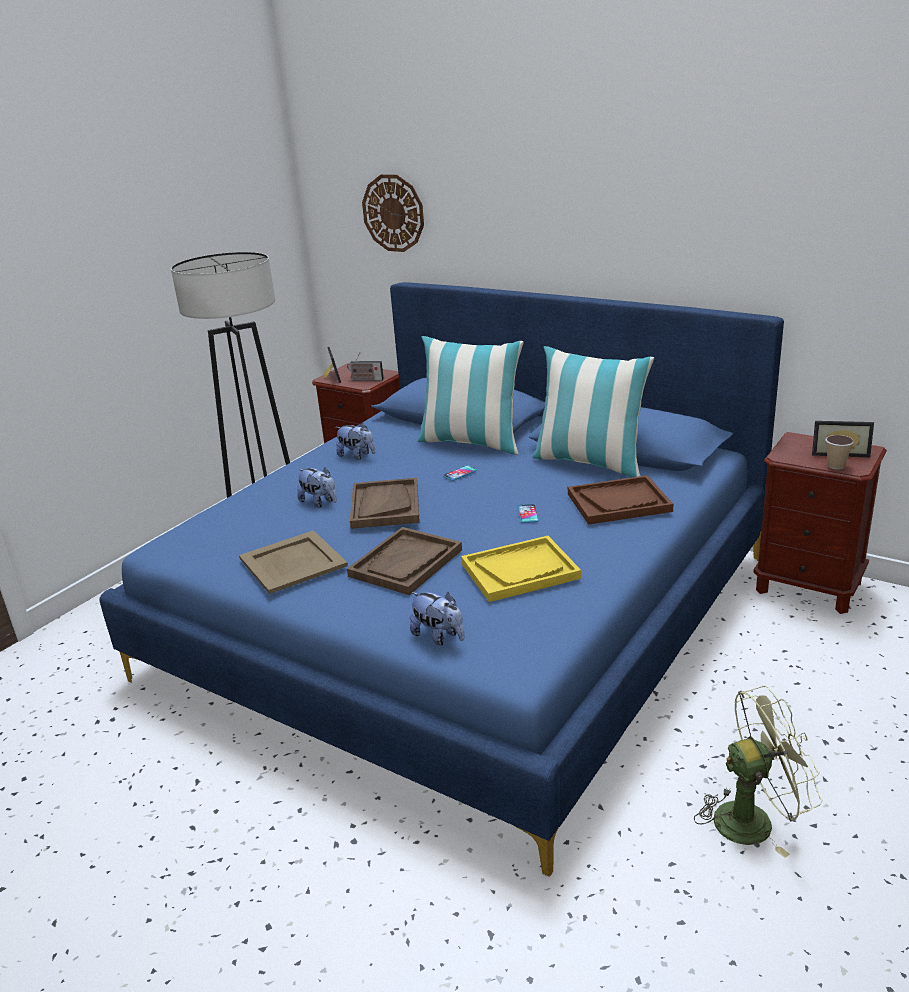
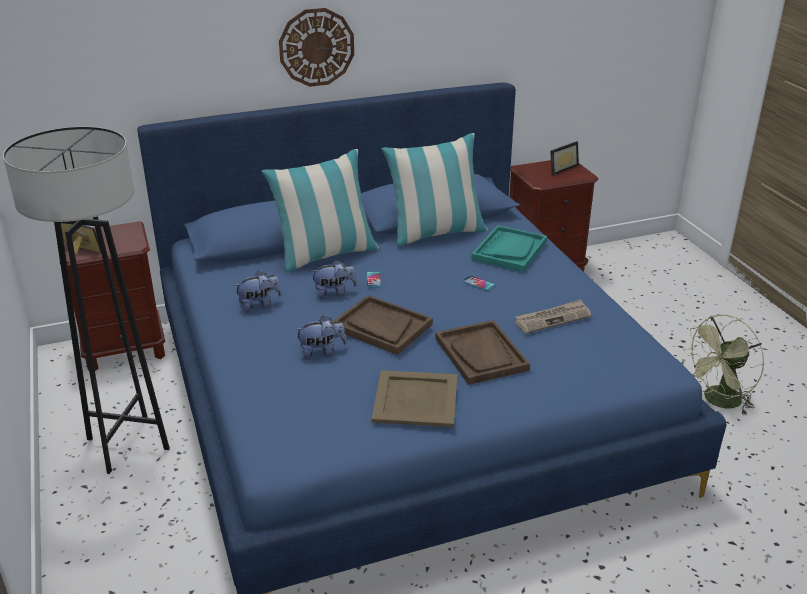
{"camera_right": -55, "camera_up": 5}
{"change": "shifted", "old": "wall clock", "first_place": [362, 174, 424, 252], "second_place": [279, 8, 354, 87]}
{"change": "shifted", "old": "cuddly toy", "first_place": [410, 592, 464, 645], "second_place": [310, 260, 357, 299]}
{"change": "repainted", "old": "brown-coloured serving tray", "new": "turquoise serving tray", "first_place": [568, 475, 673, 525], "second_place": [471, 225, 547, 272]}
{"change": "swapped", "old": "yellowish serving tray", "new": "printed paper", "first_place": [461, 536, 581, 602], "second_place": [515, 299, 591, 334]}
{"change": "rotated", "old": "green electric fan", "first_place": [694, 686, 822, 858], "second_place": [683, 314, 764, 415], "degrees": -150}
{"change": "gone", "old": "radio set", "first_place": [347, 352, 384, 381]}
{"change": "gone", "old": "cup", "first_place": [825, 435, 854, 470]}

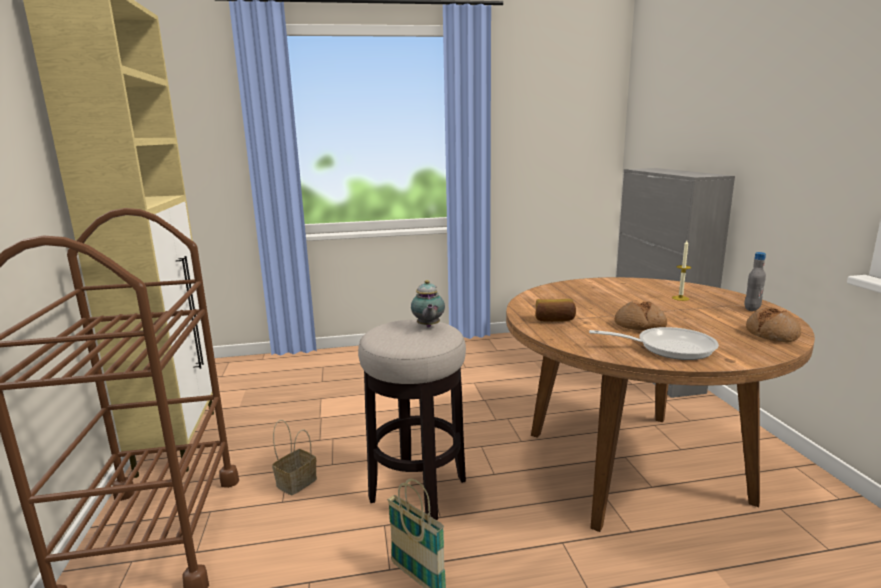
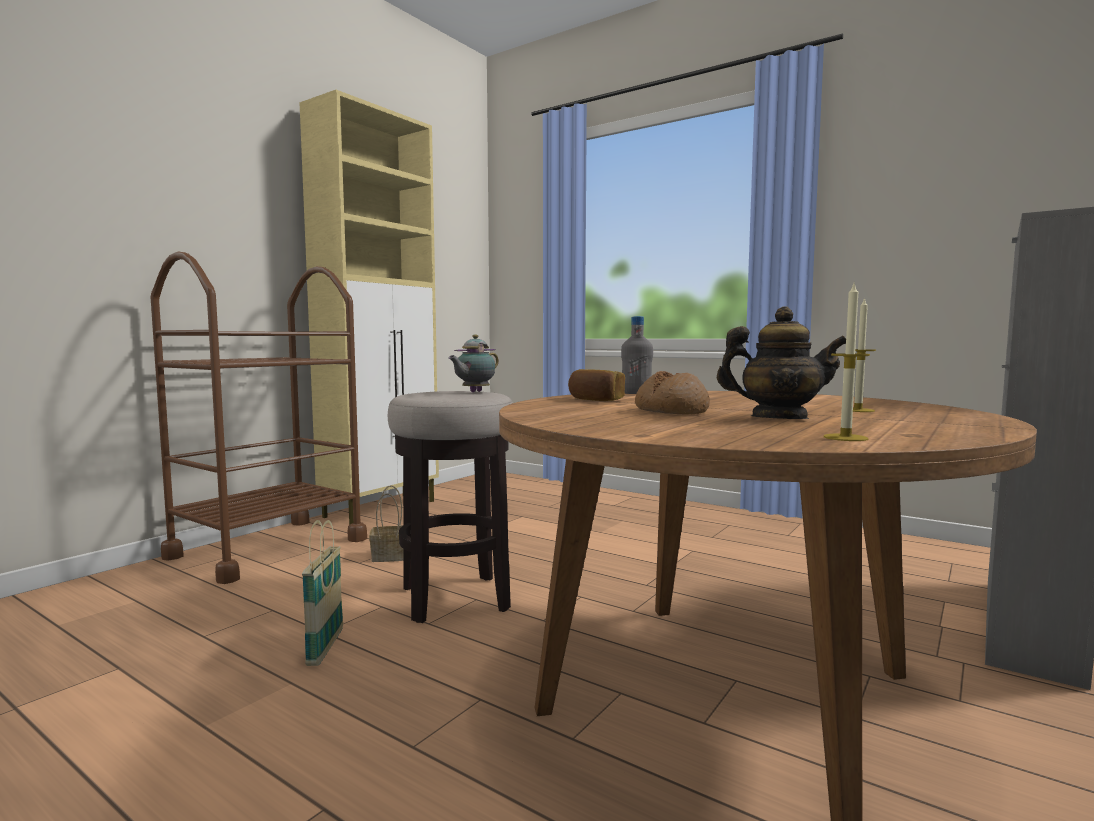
{"camera_right": 45, "camera_up": -10}
{"change": "shifted", "old": "greyish beverage bottle", "first_place": [744, 252, 766, 311], "second_place": [621, 316, 653, 394]}
{"change": "new", "new": "tea pot", "second_place": [717, 307, 846, 419]}
{"change": "swapped", "old": "bakery bread", "new": "wax candle", "first_place": [746, 307, 801, 342], "second_place": [824, 281, 870, 441]}
{"change": "gone", "old": "frying pan", "first_place": [589, 327, 719, 360]}

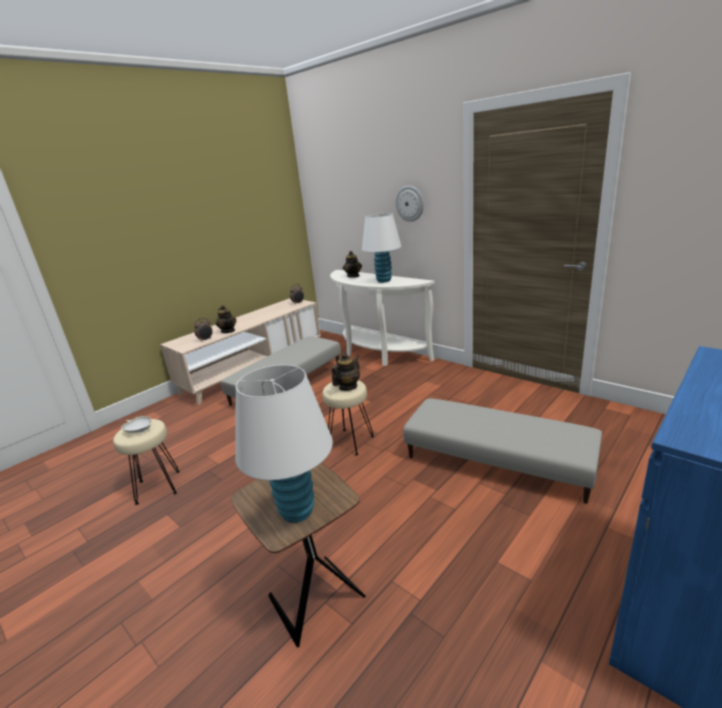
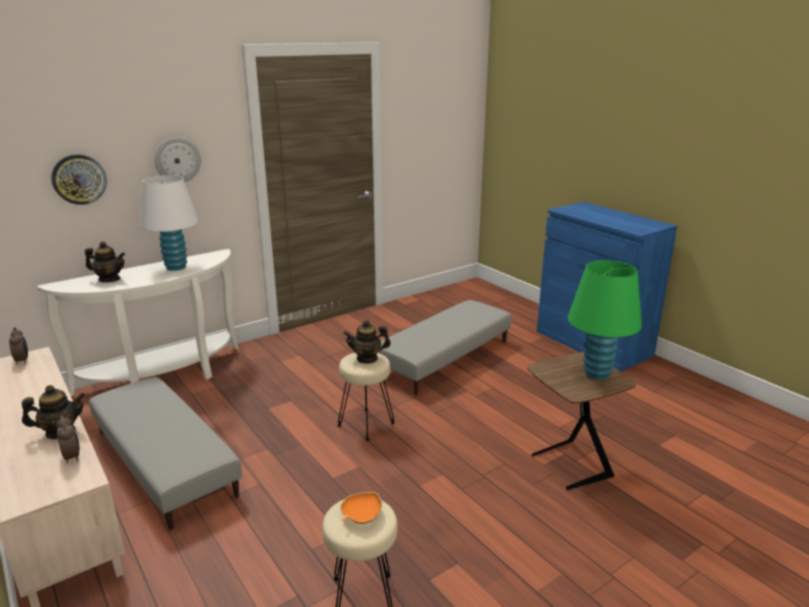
{"camera_right": -80, "camera_up": 0}
{"change": "new", "new": "wall clock", "second_place": [51, 154, 107, 205]}
{"change": "repainted", "old": "white bowl", "new": "orange-coloured bowl", "first_place": [121, 416, 151, 433], "second_place": [340, 492, 382, 524]}
{"change": "rotated", "old": "tea pot", "first_place": [332, 353, 360, 391], "second_place": [343, 320, 391, 364], "degrees": -60}
{"change": "repainted", "old": "white table lamp", "new": "green table lamp", "first_place": [235, 365, 333, 523], "second_place": [568, 260, 642, 380]}

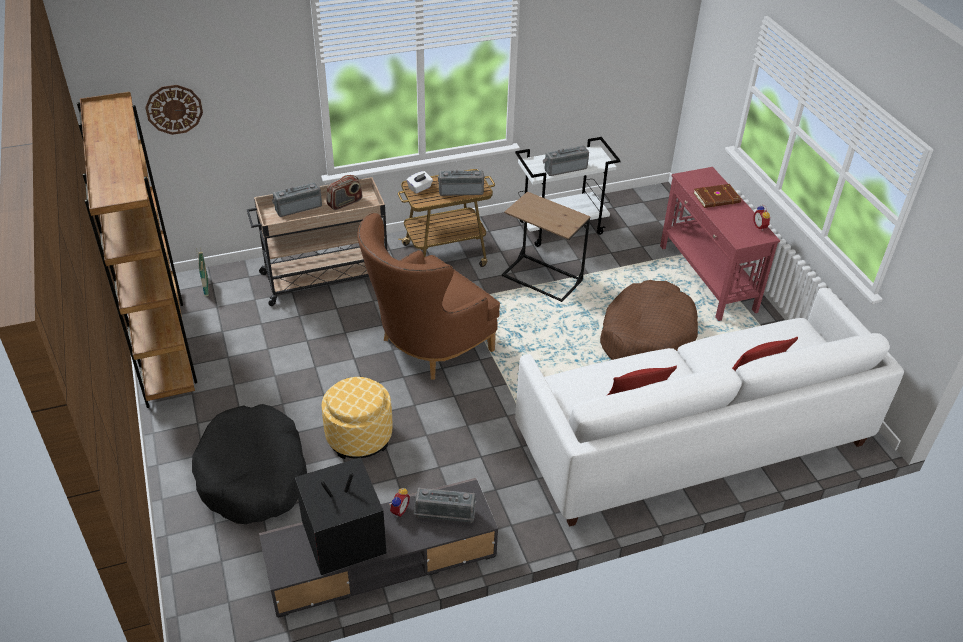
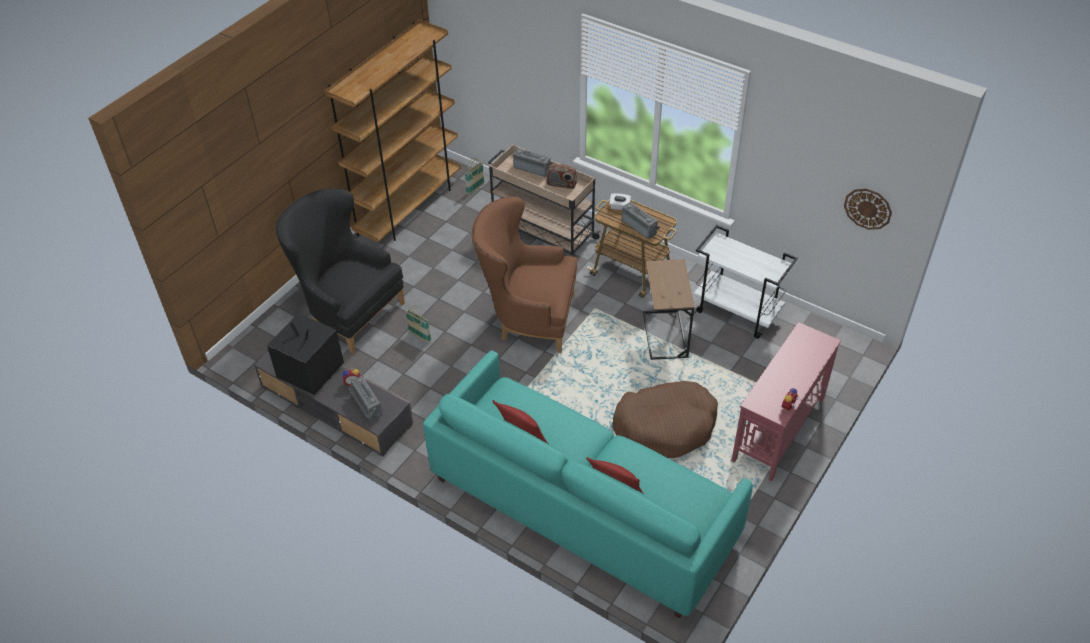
{"camera_right": 55, "camera_up": 5}
{"change": "swapped", "old": "blackish dog bed", "new": "blackish armchair", "first_place": [192, 404, 307, 524], "second_place": [276, 188, 405, 354]}
{"change": "swapped", "old": "ottoman", "new": "basket", "first_place": [322, 377, 392, 459], "second_place": [406, 305, 432, 343]}
{"change": "repainted", "old": "white settee", "new": "turquoise settee", "first_place": [515, 288, 904, 527], "second_place": [423, 351, 753, 618]}
{"change": "shifted", "old": "wall clock", "first_place": [145, 85, 203, 135], "second_place": [844, 188, 892, 230]}
{"change": "gone", "old": "radio set", "first_place": [543, 145, 589, 176]}
{"change": "gone", "old": "brown-coloured book", "first_place": [694, 184, 741, 208]}

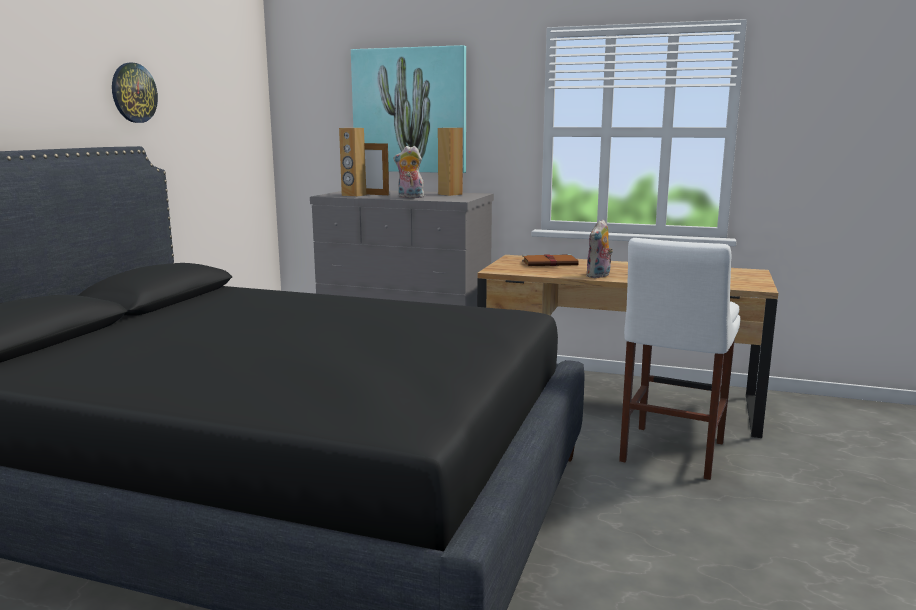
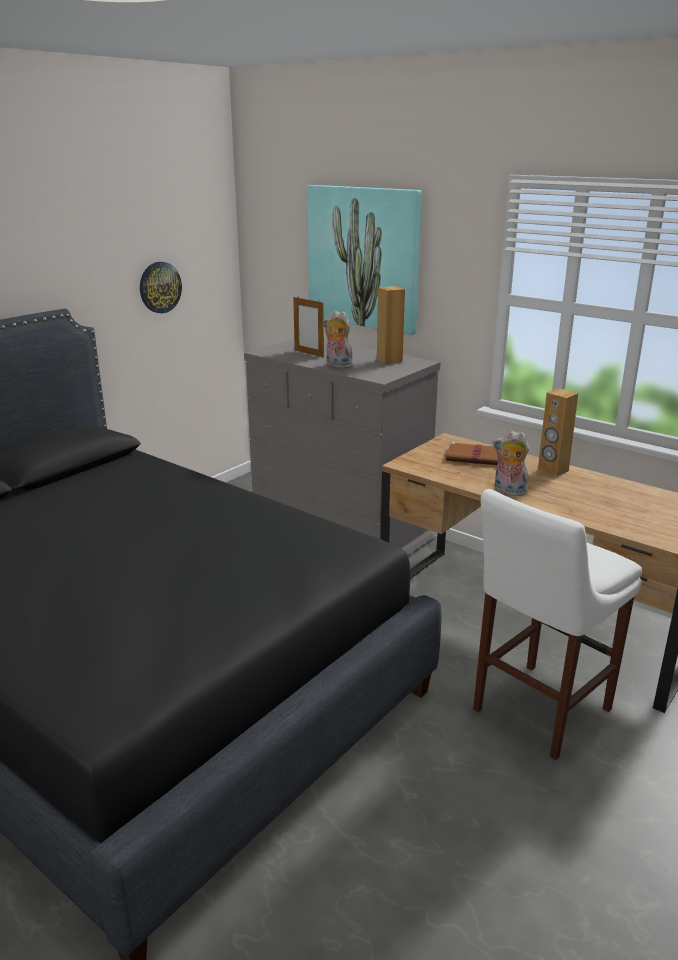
{"camera_right": 20, "camera_up": 10}
{"change": "shifted", "old": "wall clock", "first_place": [112, 63, 158, 123], "second_place": [140, 262, 182, 313]}
{"change": "rotated", "old": "cuddly toy", "first_place": [586, 220, 613, 278], "second_place": [493, 431, 529, 496], "degrees": 60}
{"change": "shifted", "old": "brown-coloured speaker", "first_place": [339, 128, 366, 197], "second_place": [538, 388, 578, 476]}

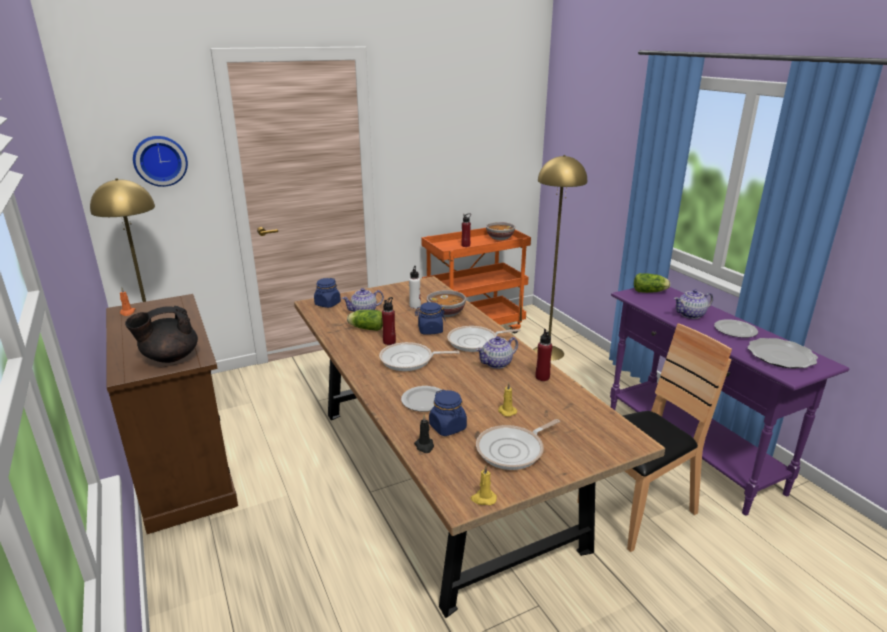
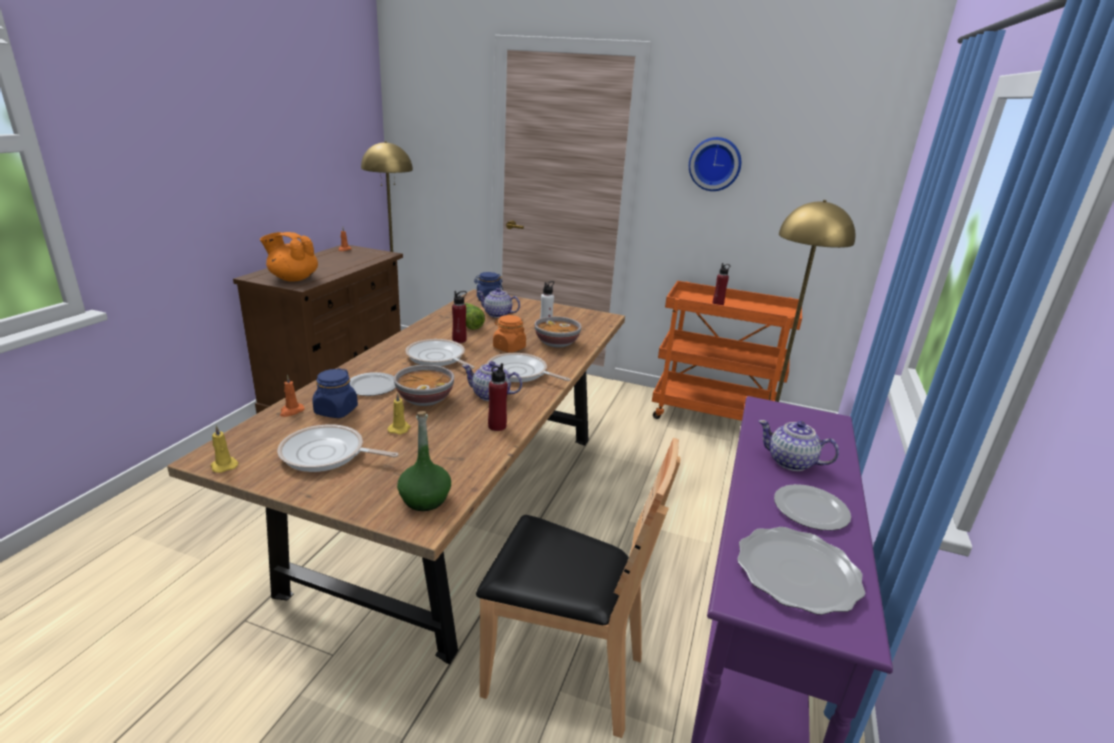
{"camera_right": 45, "camera_up": 0}
{"change": "repainted", "old": "blackish tea pot", "new": "orange-coloured tea pot", "first_place": [125, 306, 198, 363], "second_place": [260, 232, 318, 282]}
{"change": "repainted", "old": "blackish wax candle", "new": "orange-coloured wax candle", "first_place": [414, 415, 434, 453], "second_place": [280, 375, 305, 417]}
{"change": "shifted", "old": "bowl", "first_place": [486, 222, 515, 240], "second_place": [394, 365, 454, 406]}
{"change": "new", "new": "green beverage bottle", "second_place": [397, 411, 451, 511]}
{"change": "repainted", "old": "blue storage jar", "new": "orange-coloured storage jar", "first_place": [415, 302, 446, 334], "second_place": [493, 315, 526, 353]}
{"change": "shifted", "old": "wall clock", "first_place": [133, 136, 188, 187], "second_place": [689, 137, 741, 191]}
{"change": "gone", "old": "lettuce head", "first_place": [634, 273, 670, 293]}

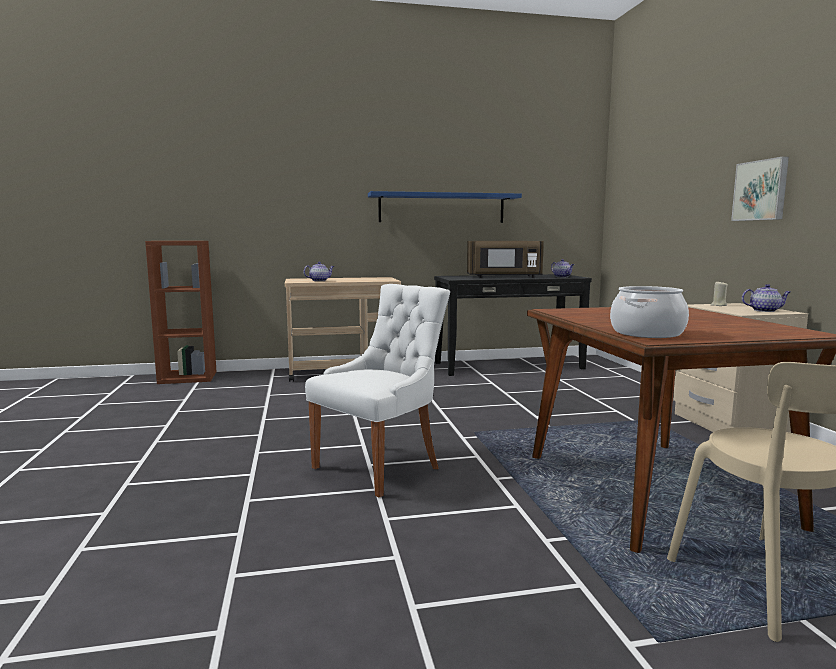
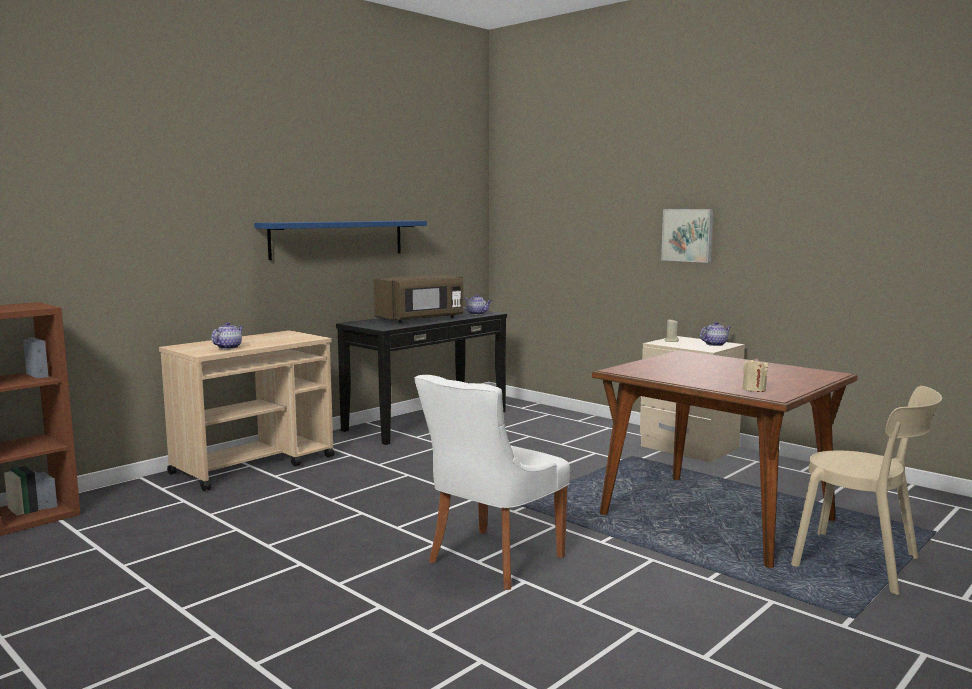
{"camera_right": -35, "camera_up": 0}
{"change": "rotated", "old": "white upright chair", "first_place": [305, 284, 450, 498], "second_place": [414, 375, 570, 590], "degrees": -150}
{"change": "swapped", "old": "saucepot", "new": "beige-coloured wax candle", "first_place": [610, 286, 689, 338], "second_place": [742, 357, 768, 392]}

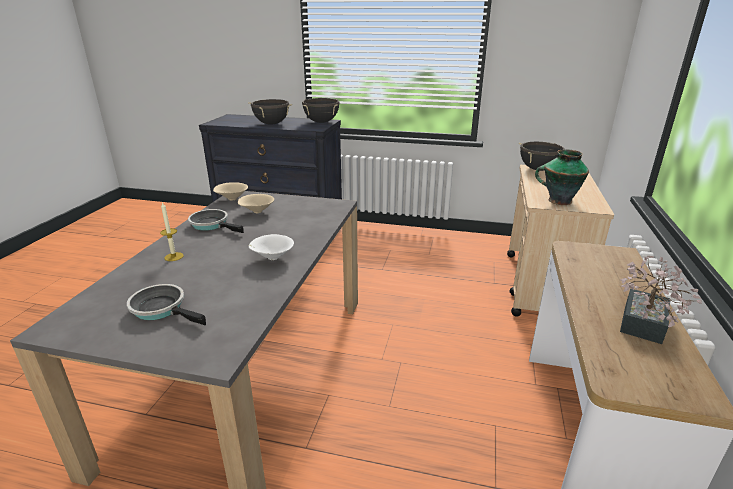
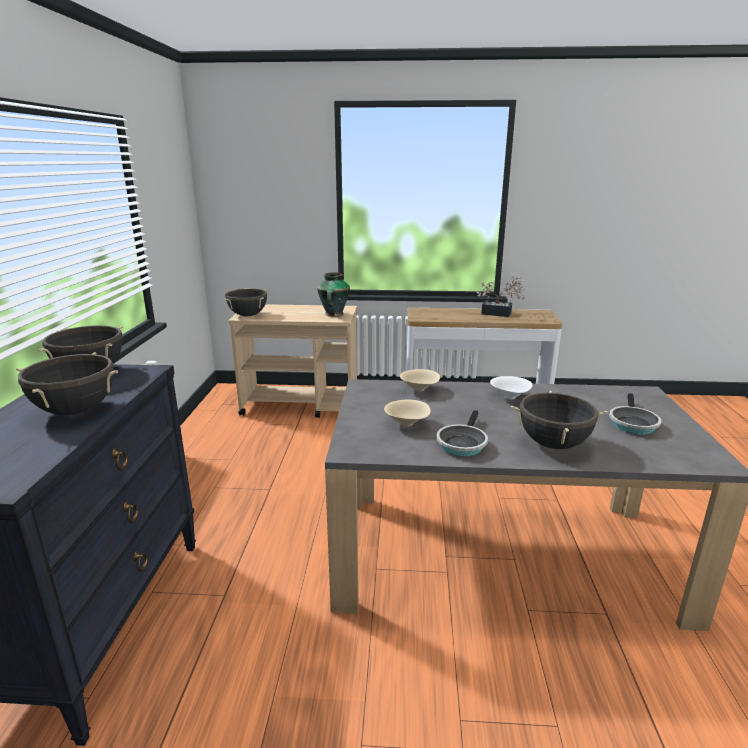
{"camera_right": -100, "camera_up": -5}
{"change": "shifted", "old": "beige-coloured bowl", "first_place": [213, 182, 248, 201], "second_place": [400, 369, 440, 392]}
{"change": "swapped", "old": "wax candle", "new": "blackish saucepot", "first_place": [160, 202, 184, 261], "second_place": [511, 390, 607, 449]}

